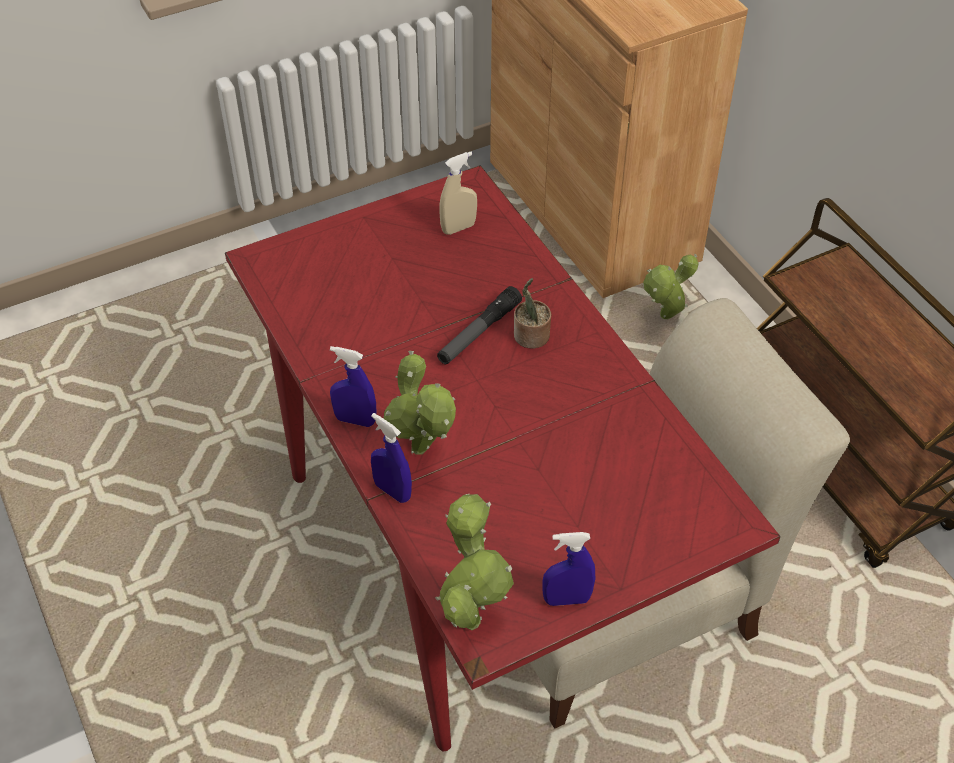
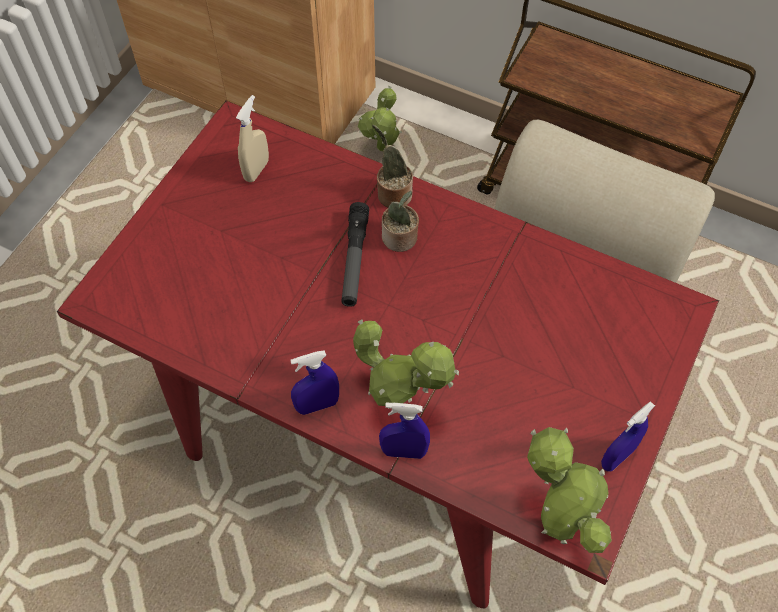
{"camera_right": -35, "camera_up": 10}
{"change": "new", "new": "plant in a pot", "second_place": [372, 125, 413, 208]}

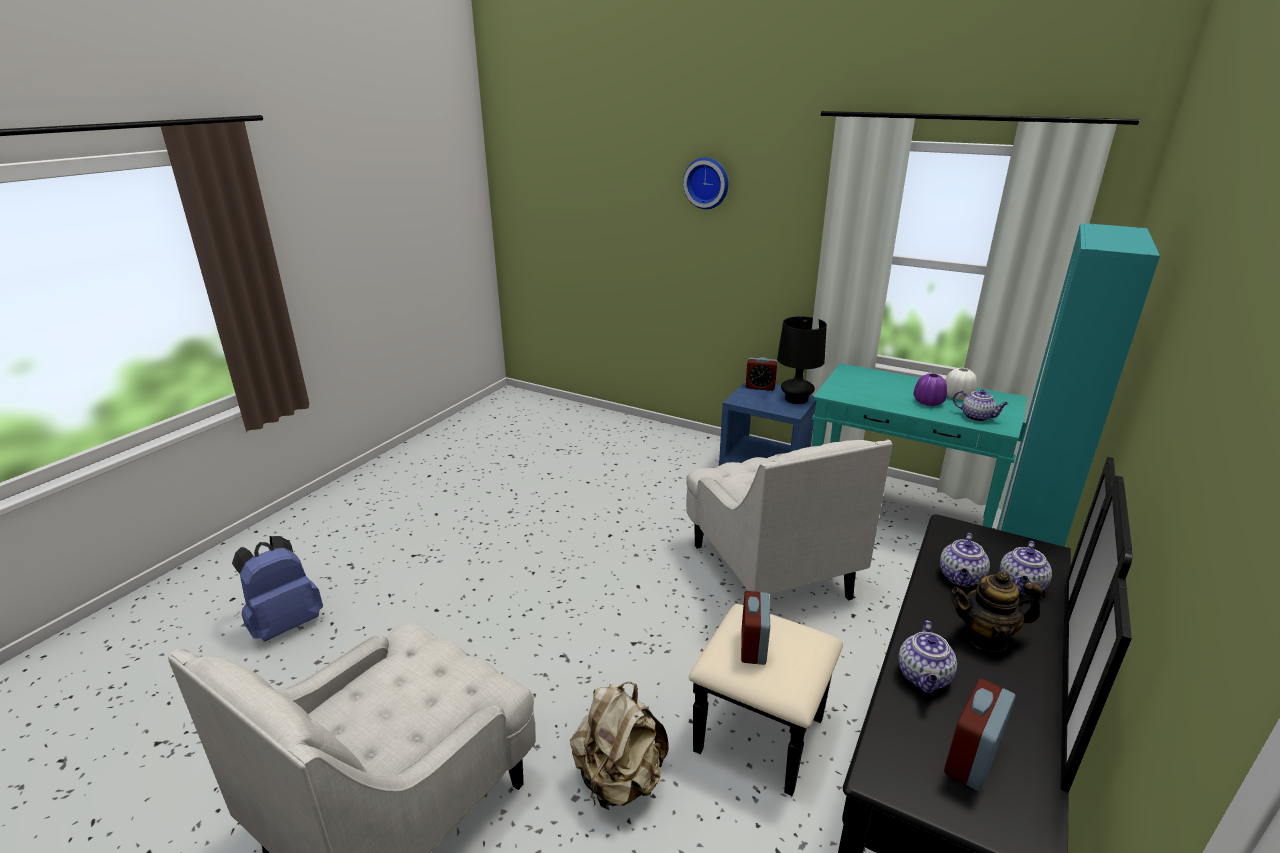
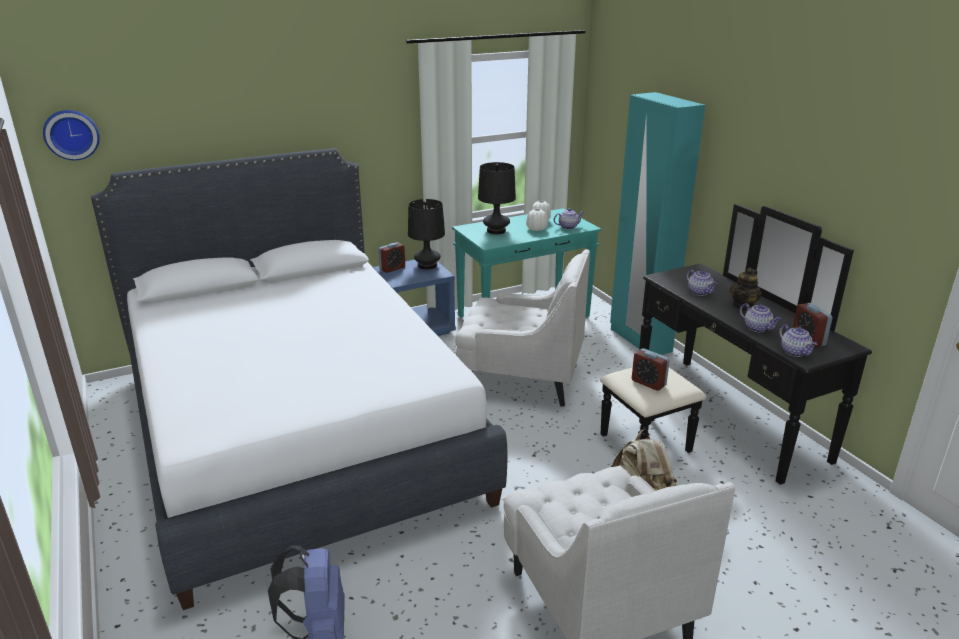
{"camera_right": -55, "camera_up": 0}
{"change": "shifted", "old": "wall clock", "first_place": [683, 158, 728, 209], "second_place": [43, 110, 100, 160]}
{"change": "new", "new": "white sleeping bed", "second_place": [91, 148, 507, 610]}
{"change": "new", "new": "blackish table lamp", "second_place": [478, 162, 516, 234]}
{"change": "repainted", "old": "purplish decorative vase", "new": "white decorative vase", "first_place": [914, 373, 947, 406], "second_place": [526, 209, 548, 231]}
{"change": "shifted", "old": "tea pot", "first_place": [1000, 541, 1052, 595], "second_place": [779, 324, 818, 357]}

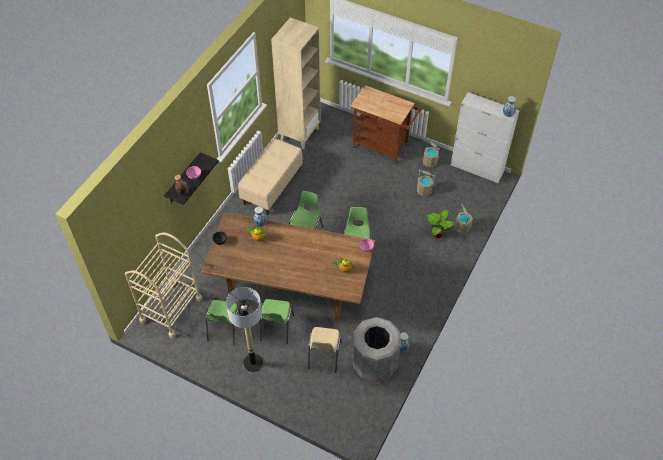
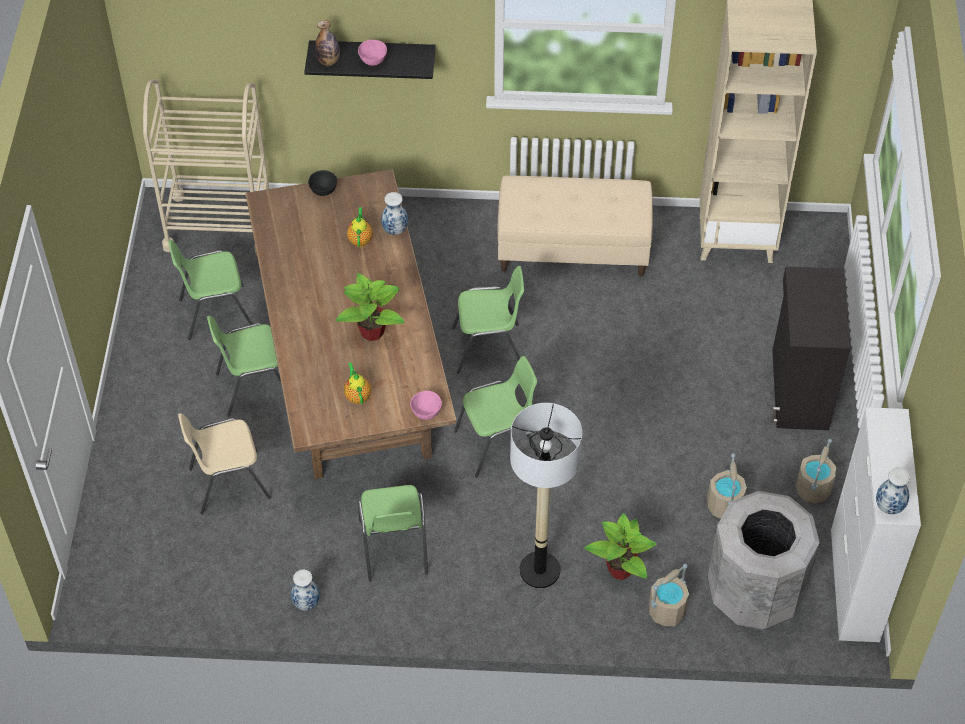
{"camera_right": 65, "camera_up": 0}
{"change": "new", "new": "plant in a pot", "second_place": [336, 273, 405, 341]}
{"change": "new", "new": "green upright chair", "second_place": [358, 485, 428, 582]}
{"change": "shifted", "old": "standard lamp", "first_place": [226, 287, 263, 372], "second_place": [510, 403, 582, 588]}
{"change": "shifted", "old": "greyish rubbish bin", "first_place": [353, 317, 401, 382], "second_place": [708, 491, 820, 629]}
{"change": "swapped", "old": "brown-coloured wheeled cart", "new": "blackish cupboard", "first_place": [351, 85, 422, 164], "second_place": [771, 267, 850, 430]}

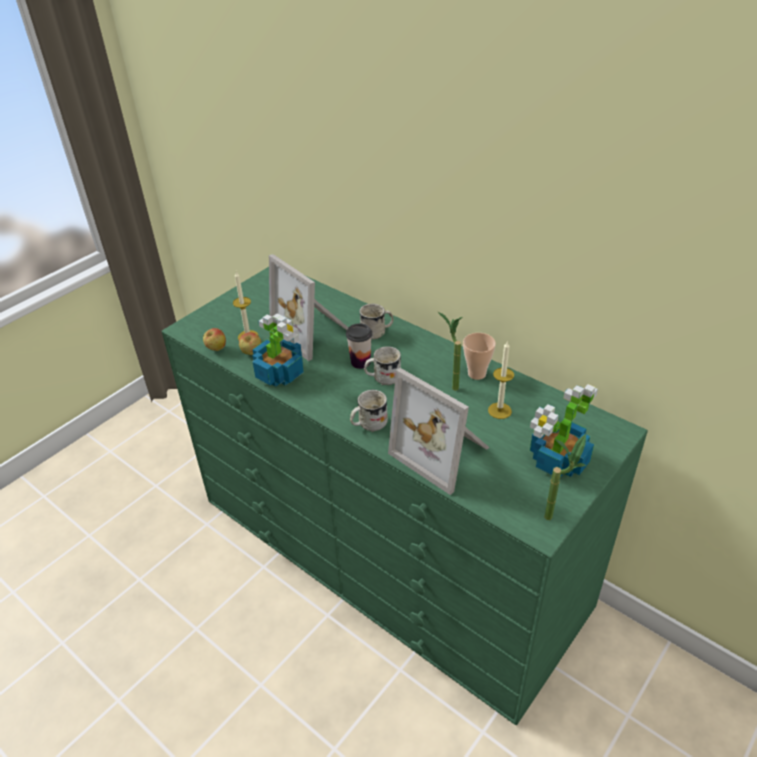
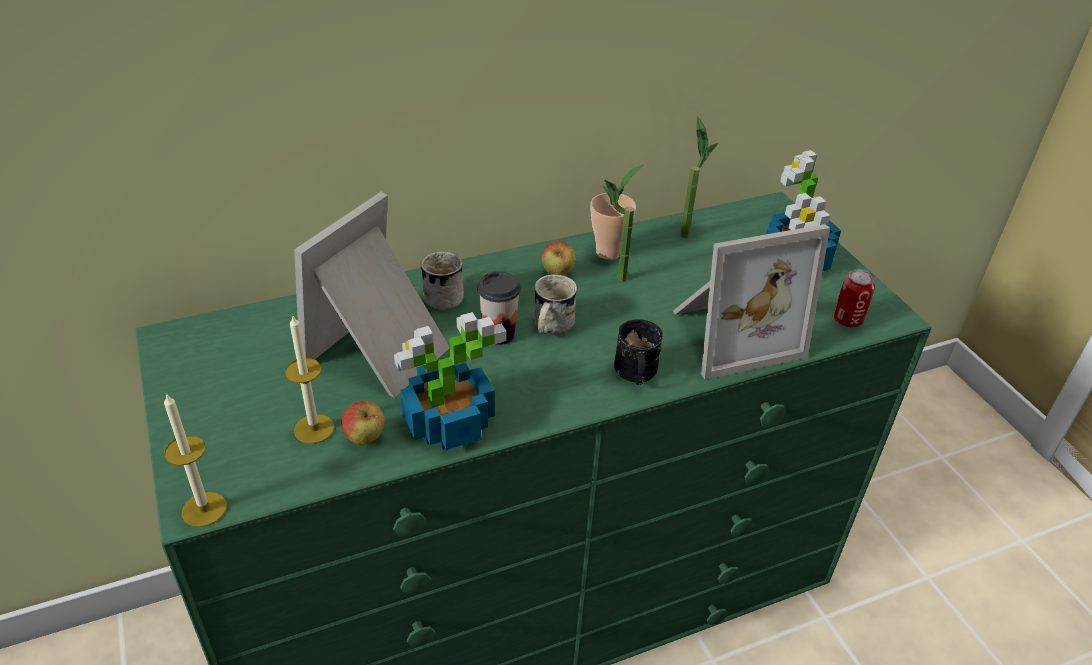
{"camera_right": -65, "camera_up": 0}
{"change": "shifted", "old": "wax candle", "first_place": [488, 342, 514, 419], "second_place": [164, 393, 227, 527]}
{"change": "rotated", "old": "photo frame", "first_place": [269, 254, 349, 361], "second_place": [294, 192, 450, 398], "degrees": 135}
{"change": "shifted", "old": "apple", "first_place": [203, 328, 226, 351], "second_place": [542, 241, 576, 275]}
{"change": "repainted", "old": "white mug", "new": "blackish mug", "first_place": [350, 390, 388, 432], "second_place": [614, 319, 663, 385]}
{"change": "shifted", "old": "plant in a pot", "first_place": [544, 434, 586, 520], "second_place": [680, 116, 718, 238]}
{"change": "new", "new": "metal can", "second_place": [833, 270, 875, 327]}

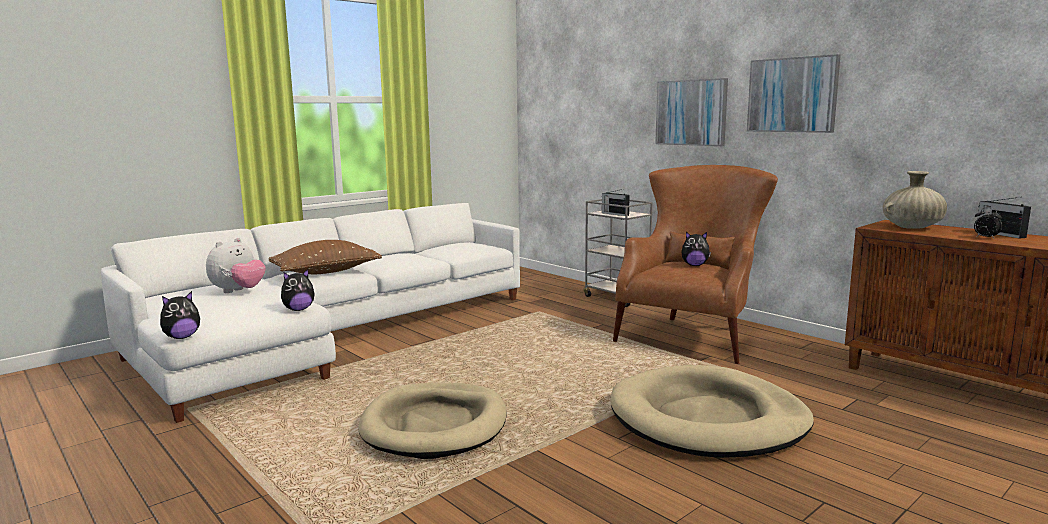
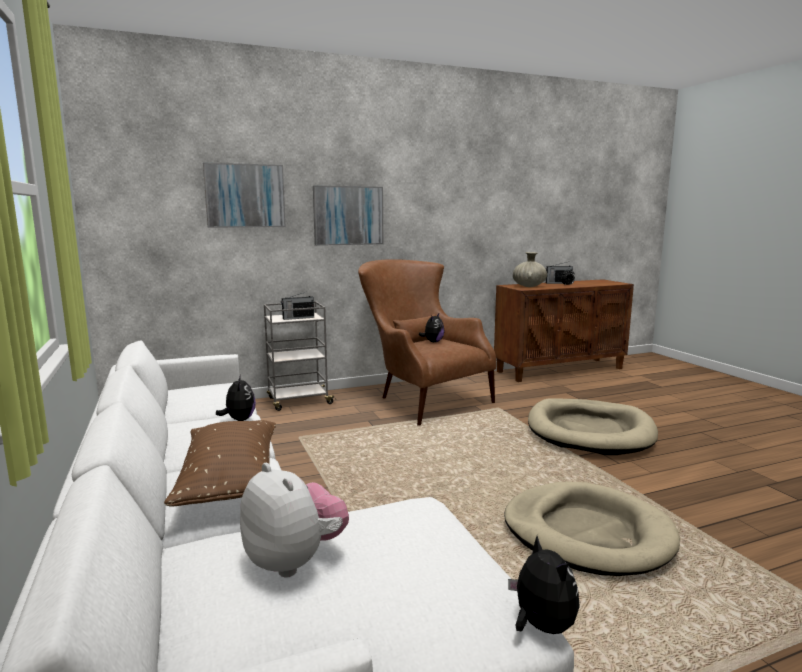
{"camera_right": -70, "camera_up": 0}
{"change": "shifted", "old": "picture", "first_place": [747, 54, 841, 133], "second_place": [203, 162, 286, 228]}
{"change": "shifted", "old": "cuddly toy", "first_place": [281, 269, 315, 311], "second_place": [216, 374, 256, 421]}

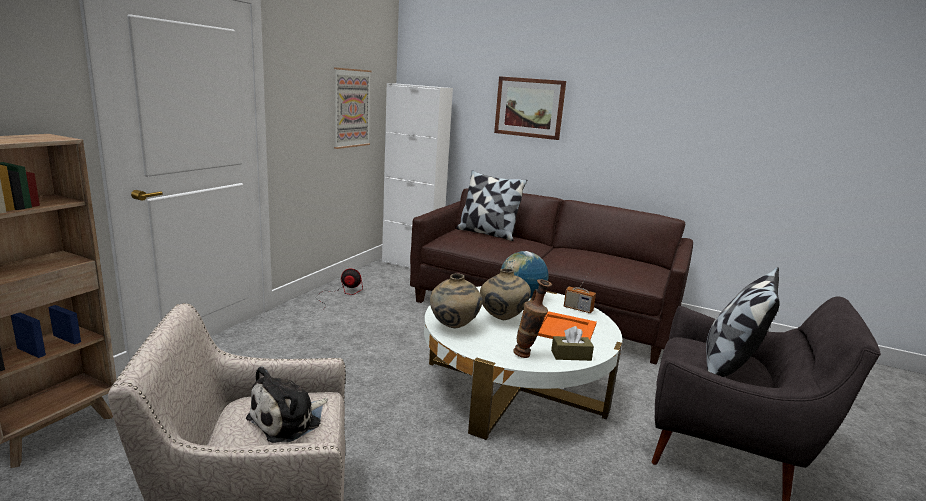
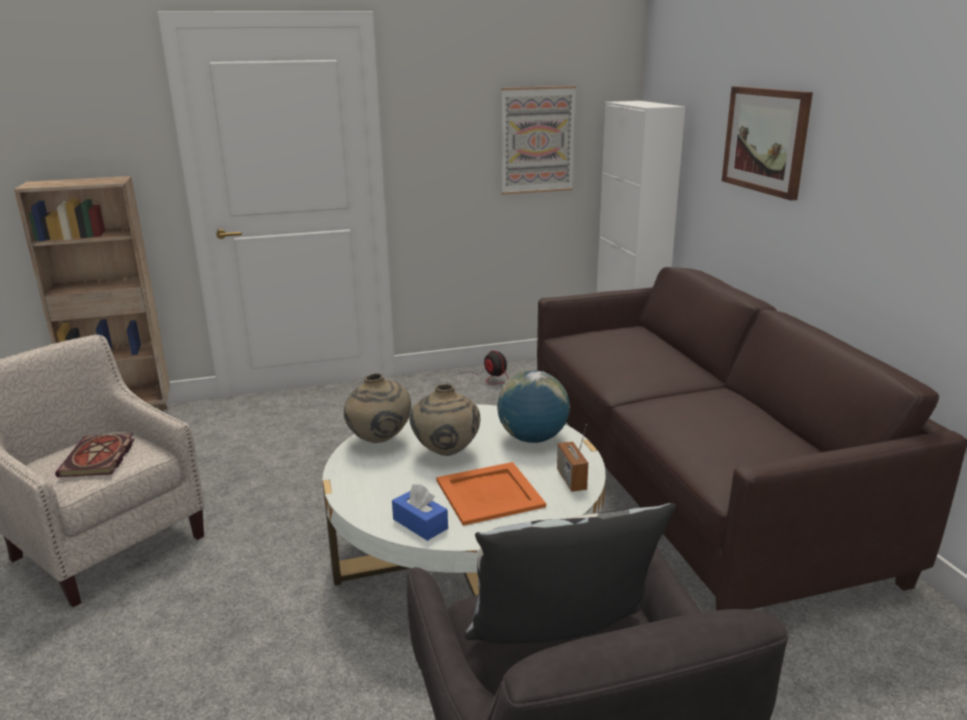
{"camera_right": 50, "camera_up": 5}
{"change": "swapped", "old": "cuddly toy", "new": "book", "first_place": [246, 366, 328, 443], "second_place": [55, 433, 135, 477]}
{"change": "repainted", "old": "brown-coloured box of tissues", "new": "blue box of tissues", "first_place": [551, 326, 594, 361], "second_place": [392, 484, 448, 541]}
{"change": "gone", "old": "pillow", "first_place": [456, 170, 527, 241]}
{"change": "gone", "old": "decorative vase", "first_place": [513, 279, 552, 358]}

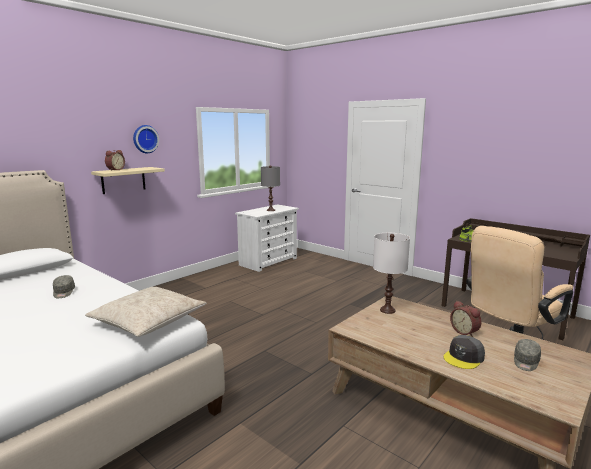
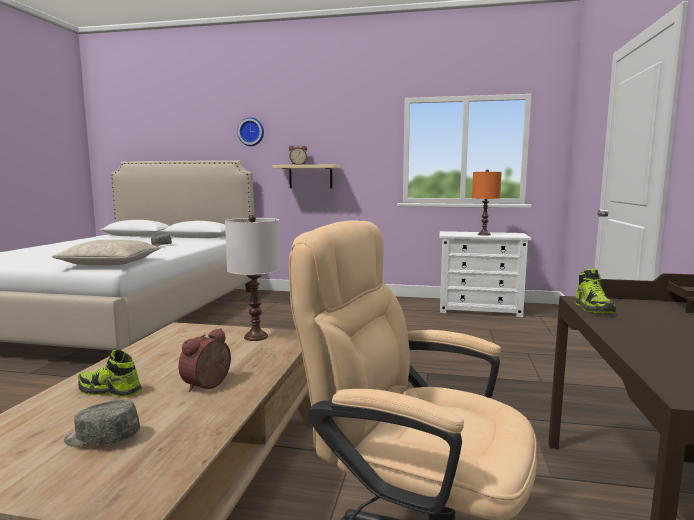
{"camera_right": 60, "camera_up": -5}
{"change": "swapped", "old": "greyish peaked cap", "new": "item of footwear", "first_place": [444, 335, 485, 369], "second_place": [78, 350, 142, 398]}
{"change": "shifted", "old": "wall clock", "first_place": [133, 125, 159, 153], "second_place": [238, 117, 264, 146]}
{"change": "repainted", "old": "greyish table lamp", "new": "orange-coloured table lamp", "first_place": [261, 165, 280, 211], "second_place": [472, 169, 502, 236]}

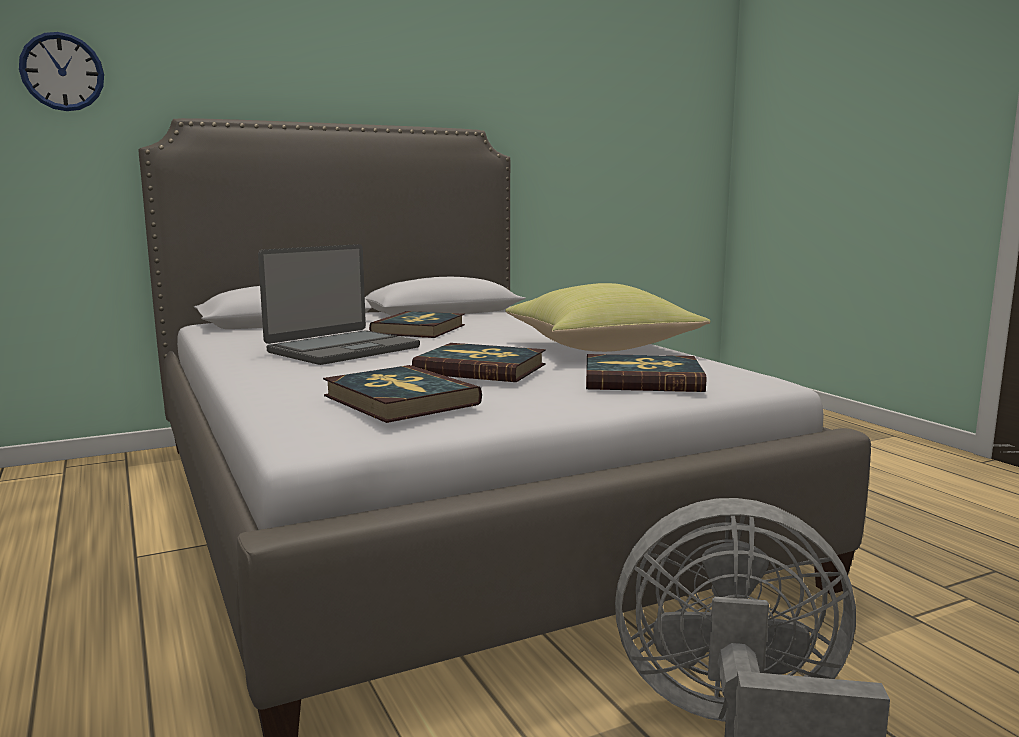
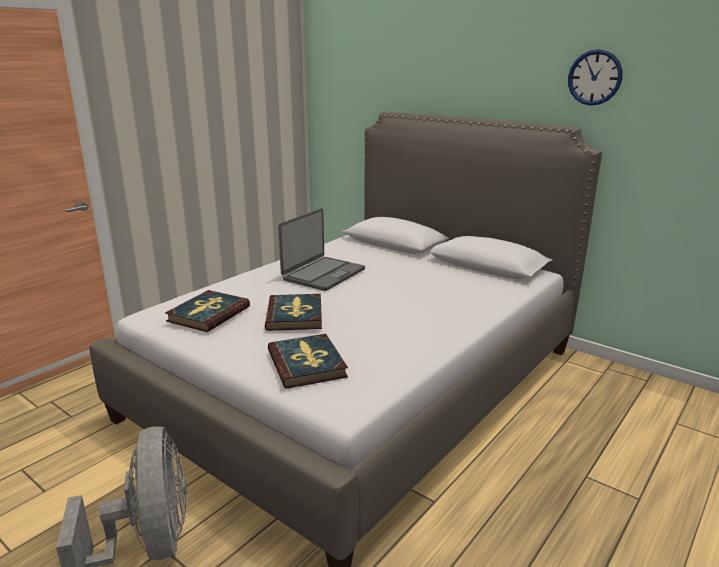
{"camera_right": 65, "camera_up": 10}
{"change": "rotated", "old": "notebook computer", "first_place": [258, 244, 420, 365], "second_place": [278, 208, 365, 291], "degrees": -75}
{"change": "shifted", "old": "wall clock", "first_place": [19, 32, 104, 111], "second_place": [568, 49, 623, 106]}
{"change": "gone", "old": "book", "first_place": [369, 311, 465, 338]}
{"change": "gone", "old": "yellowish pillow", "first_place": [505, 283, 711, 352]}

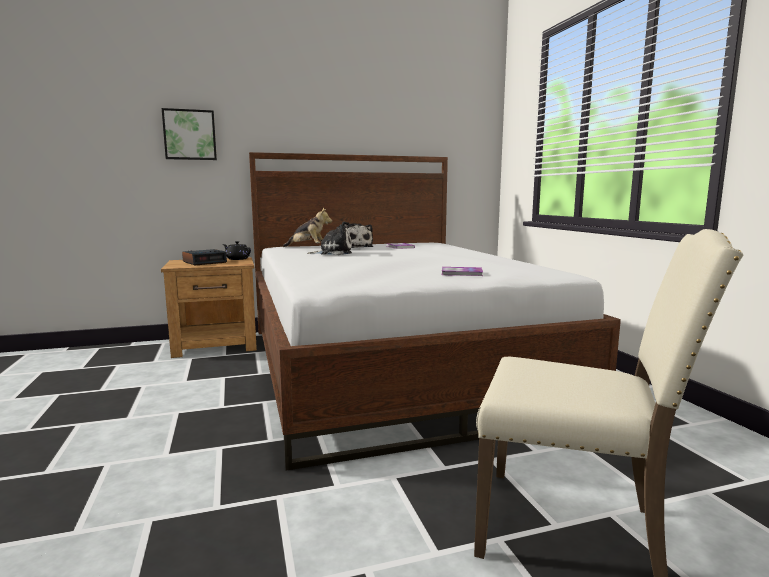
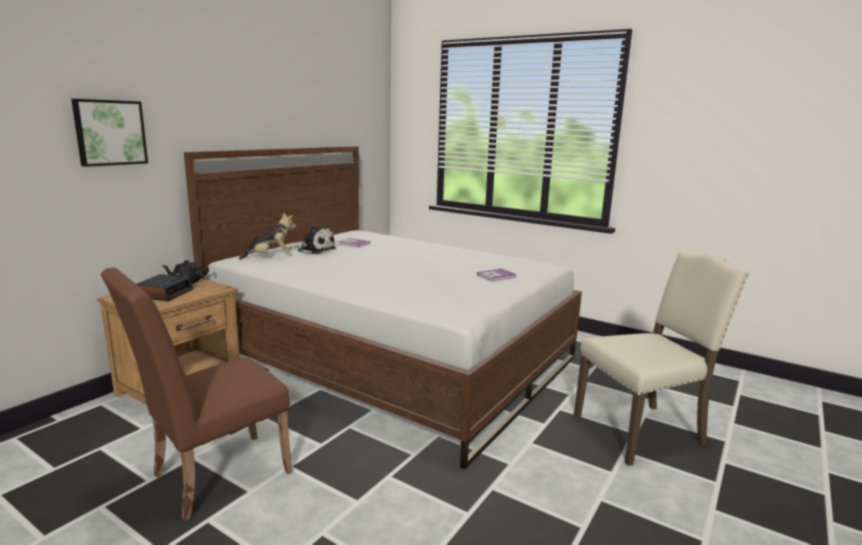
{"camera_right": -40, "camera_up": 5}
{"change": "new", "new": "brown-coloured upright chair", "second_place": [101, 268, 292, 521]}
{"change": "gone", "old": "cuddly toy", "first_place": [306, 225, 352, 255]}

